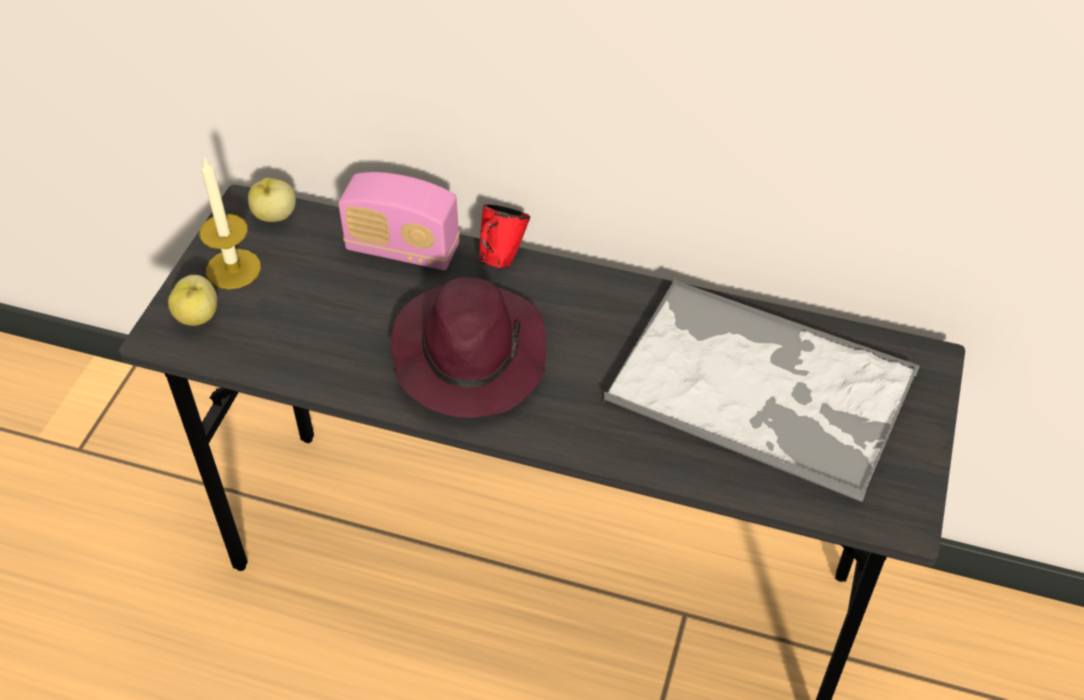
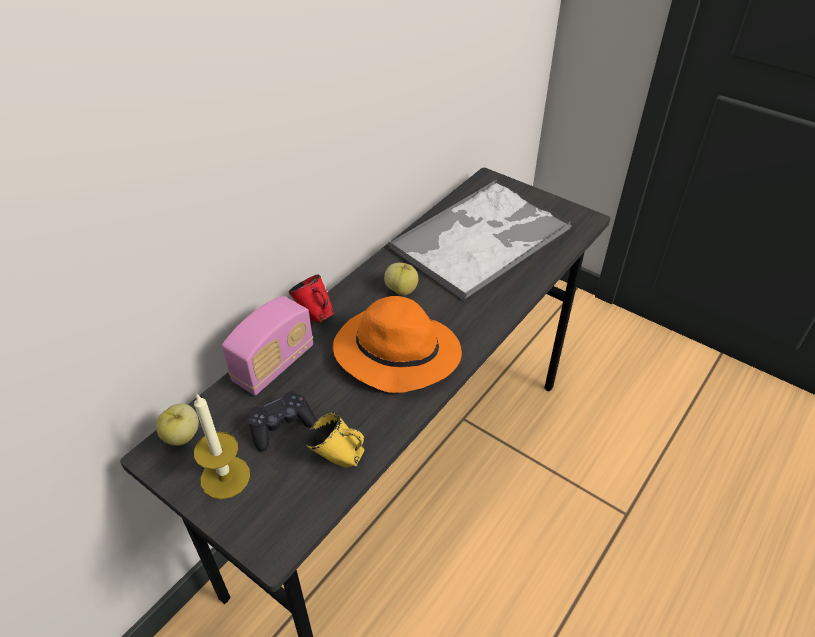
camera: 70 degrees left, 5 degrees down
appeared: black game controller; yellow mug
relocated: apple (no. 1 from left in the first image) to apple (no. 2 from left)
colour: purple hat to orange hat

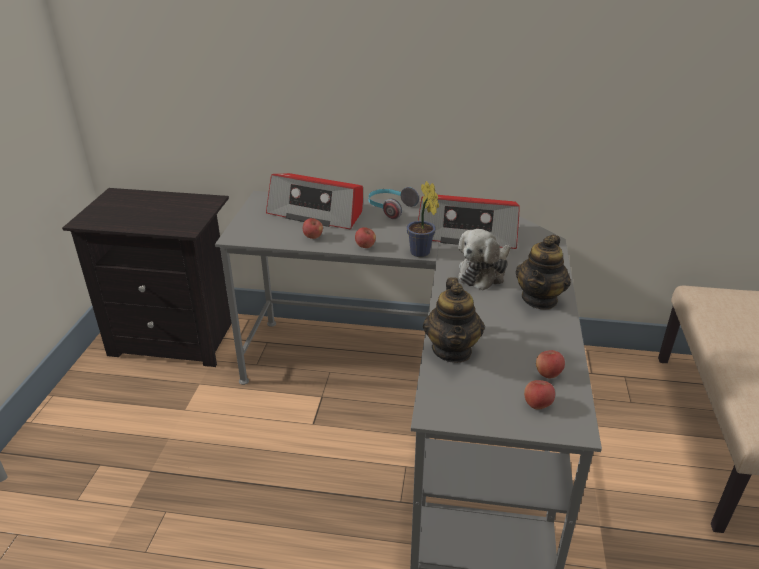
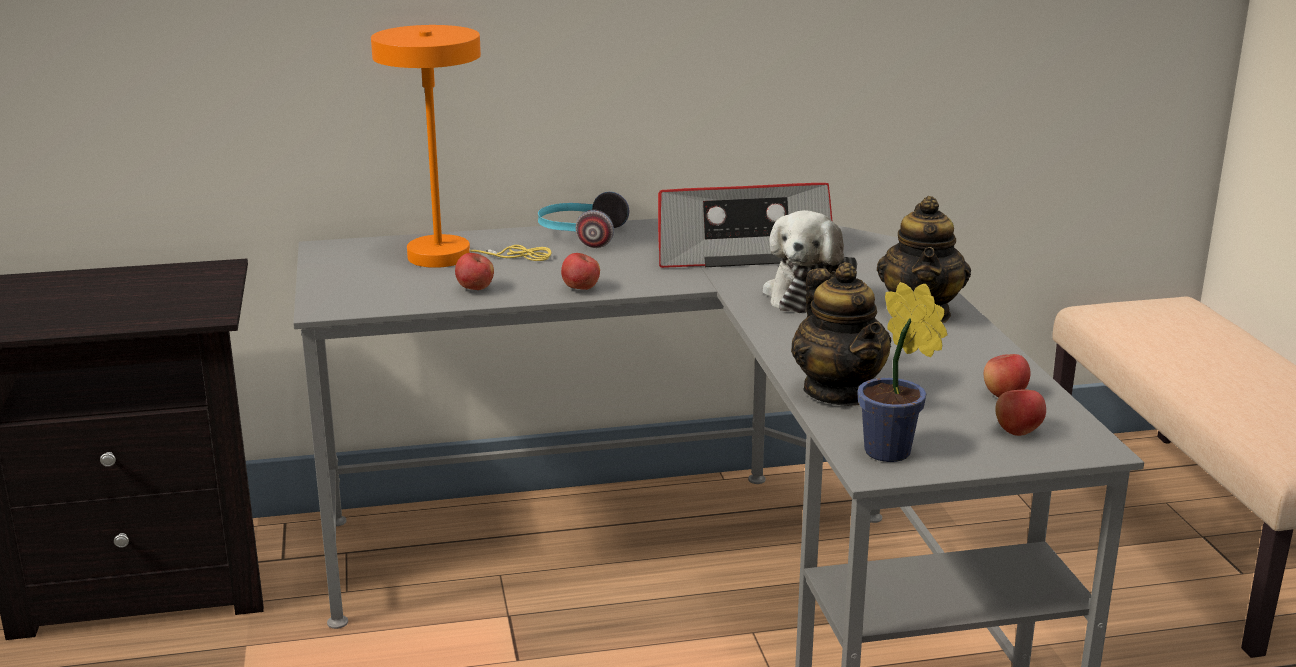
camera: 20 degrees left, 10 degrees down
relocated: potted plant
exchanged: radio (no. 1 from left) to orange table lamp

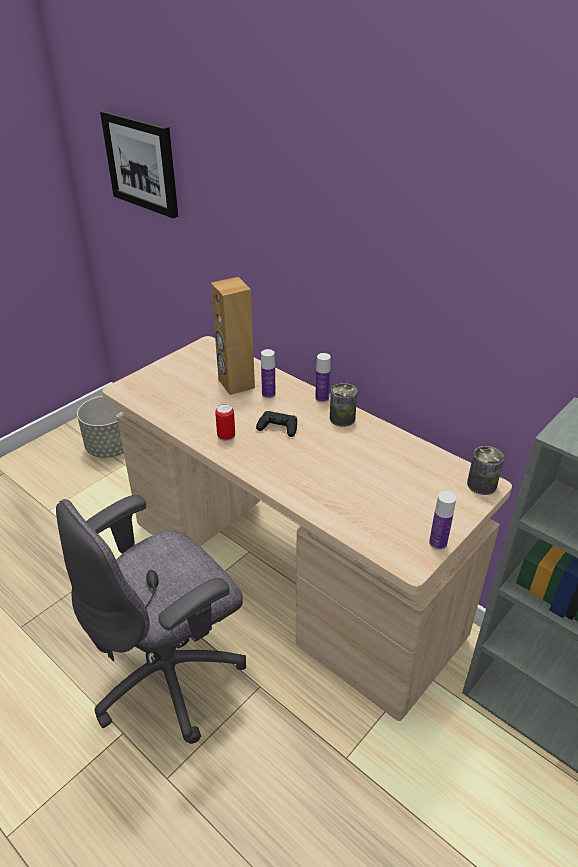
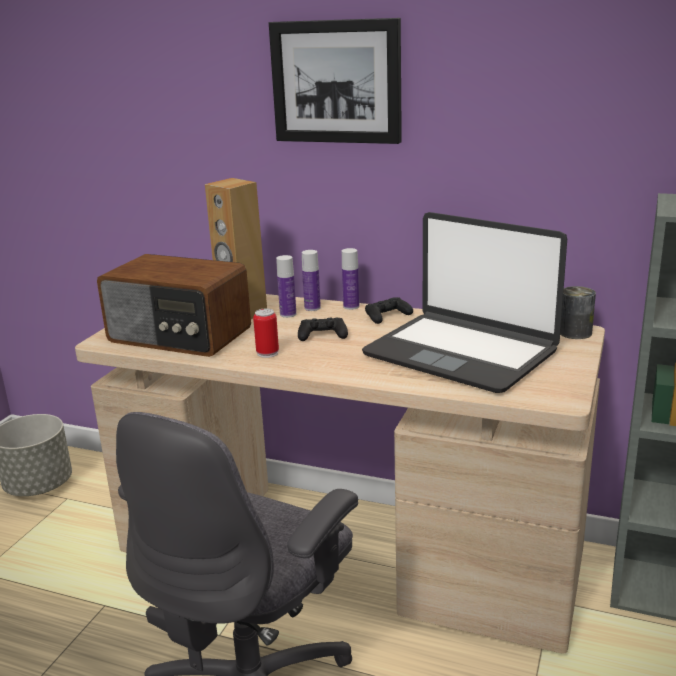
camera: 20 degrees left, 15 degrees down
appeared: radio; laptop
relocated: picture; bottle (no. 3 from left in the first image) to bottle (no. 2 from left)
exchanged: can (no. 2 from left) to black game controller (no. 2 from left)

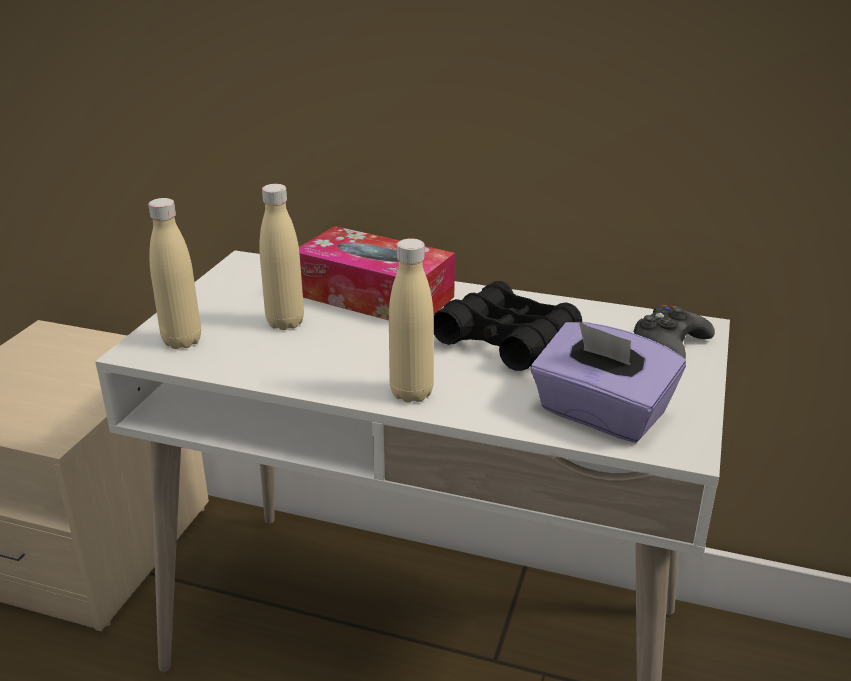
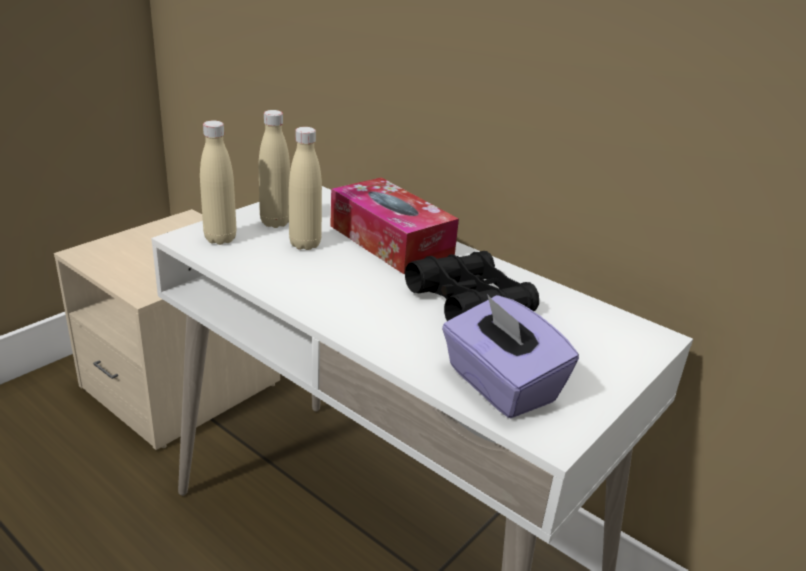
camera: 20 degrees right, 0 degrees up
missing: black game controller
relocated: beige bottle (no. 3 from left in the first image) to beige bottle (no. 2 from left)

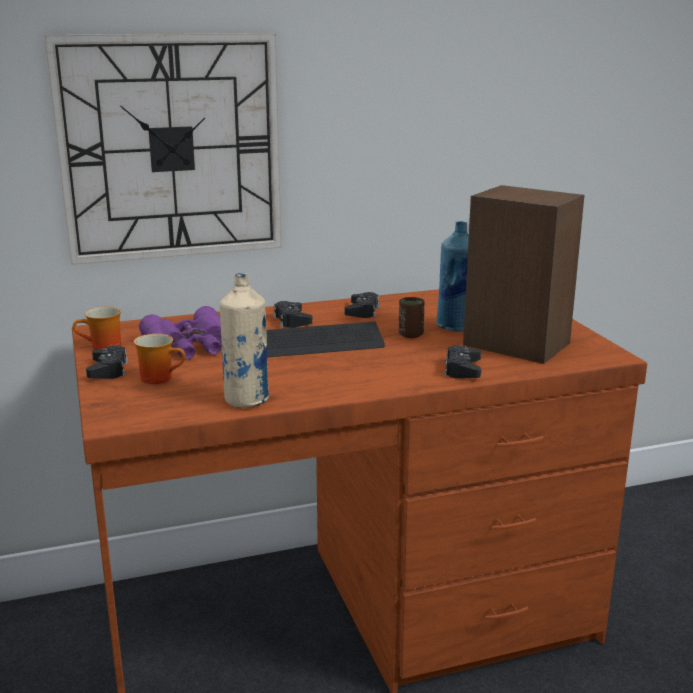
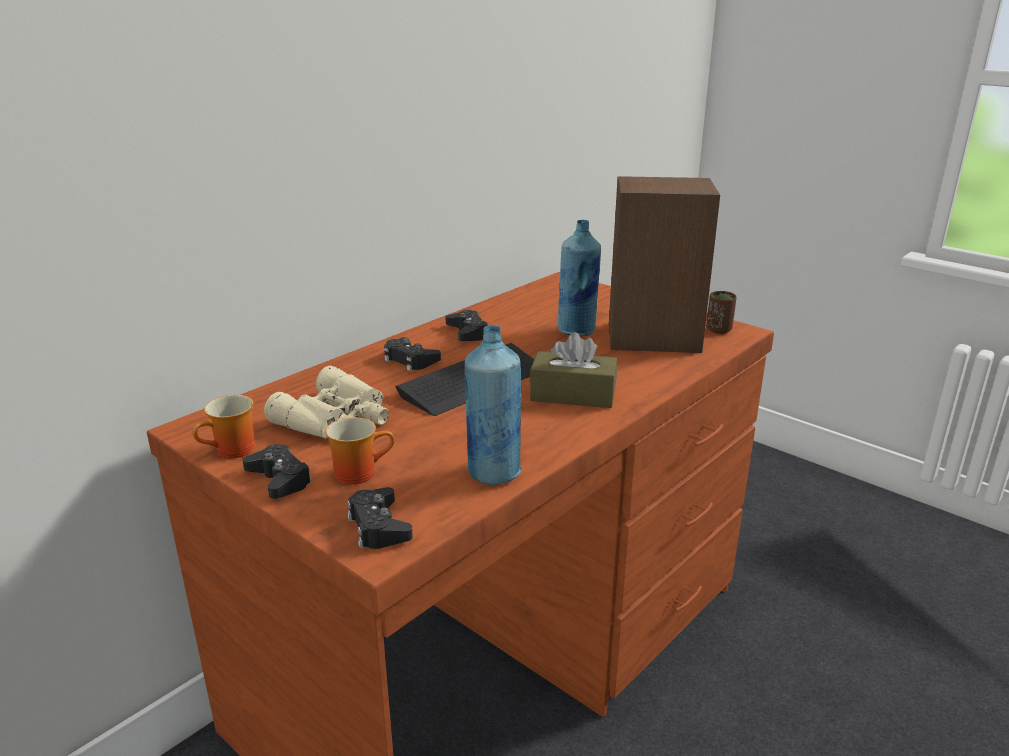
camera: 30 degrees left, 5 degrees up
missing: wall clock
appeared: brown tissue box
relocated: brown cup; black game controller (no. 4 from left in the first image) to black game controller (no. 2 from left)
colour: purple binoculars to beige binoculars; beige bottle to blue bottle (no. 1 from left)

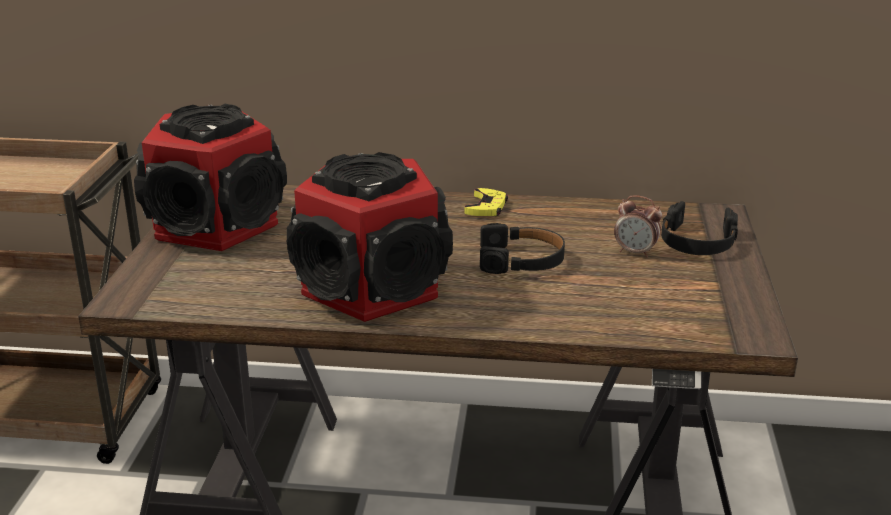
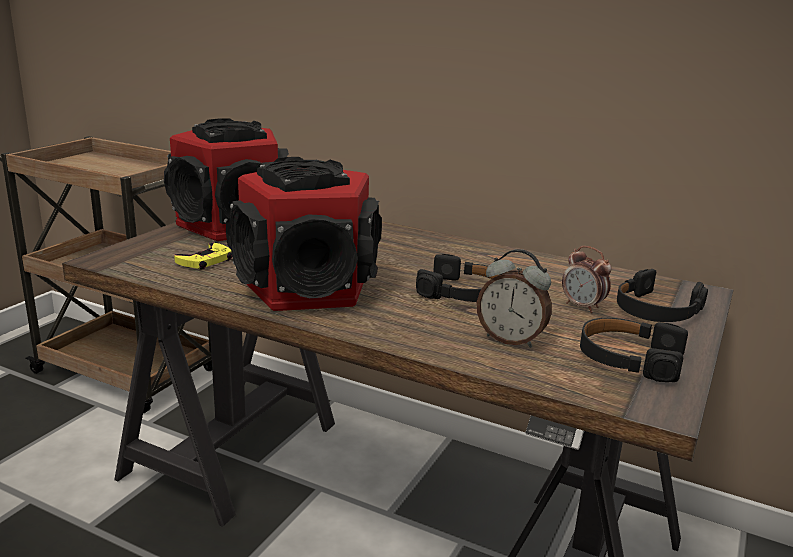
camera: 20 degrees right, 5 degrees down
appeared: alarm clock (no. 1 from left); black headphones (no. 2 from left)
relocated: yellow game controller

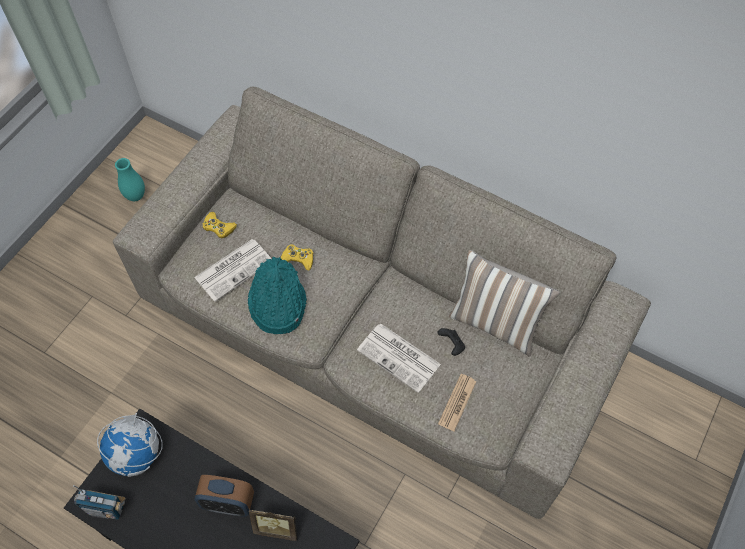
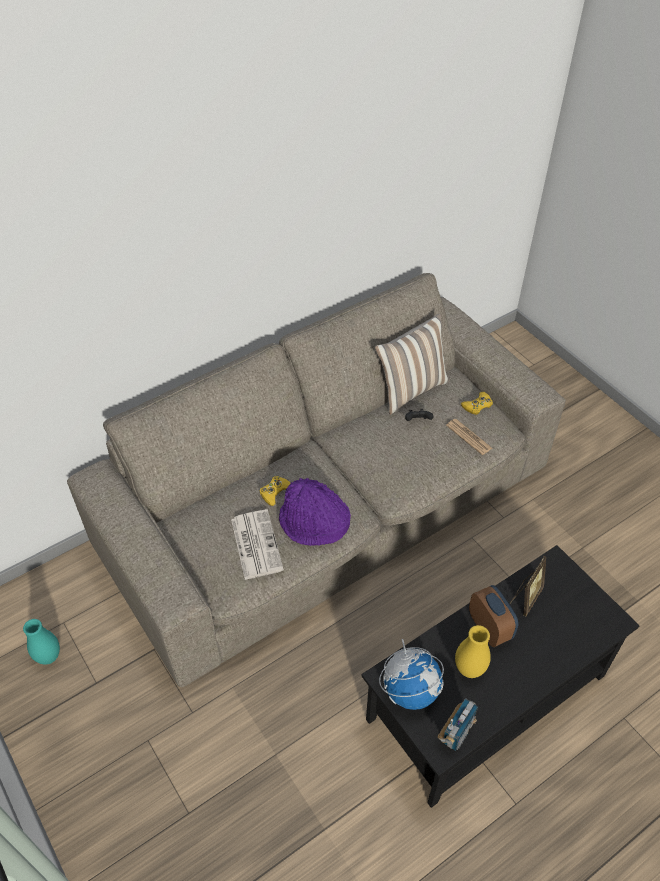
camera: 65 degrees left, 10 degrees down
missing: newspaper (no. 2 from left)
appeared: yellow vase
relocated: yellow game controller (no. 1 from left in the first image) to yellow game controller (no. 2 from left)
colour: turquoise hat to purple hat
spun: alarm clock 60 degrees counterclockwise

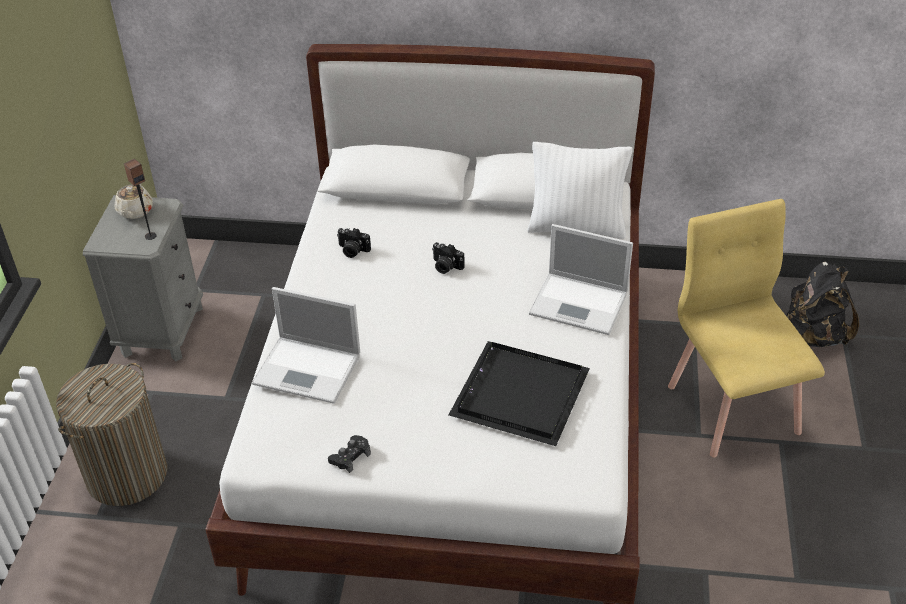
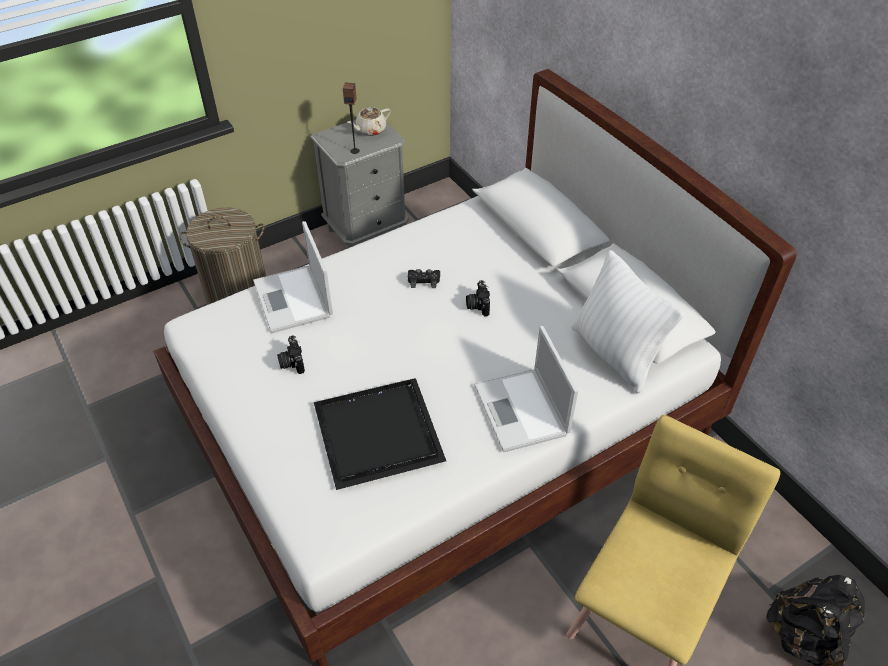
camera: 50 degrees right, 5 degrees up
relocated: black game controller; photo camera (no. 1 from left)

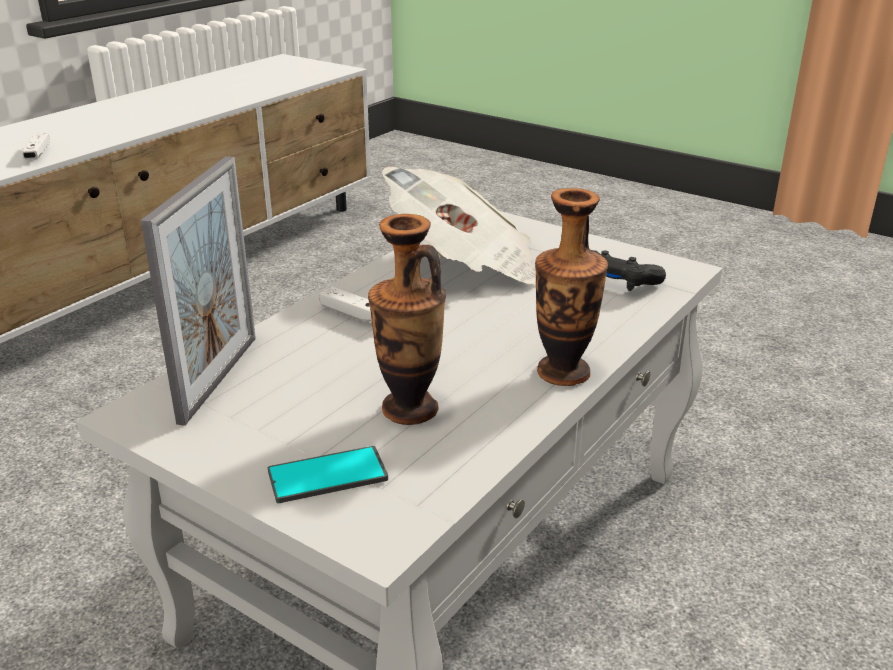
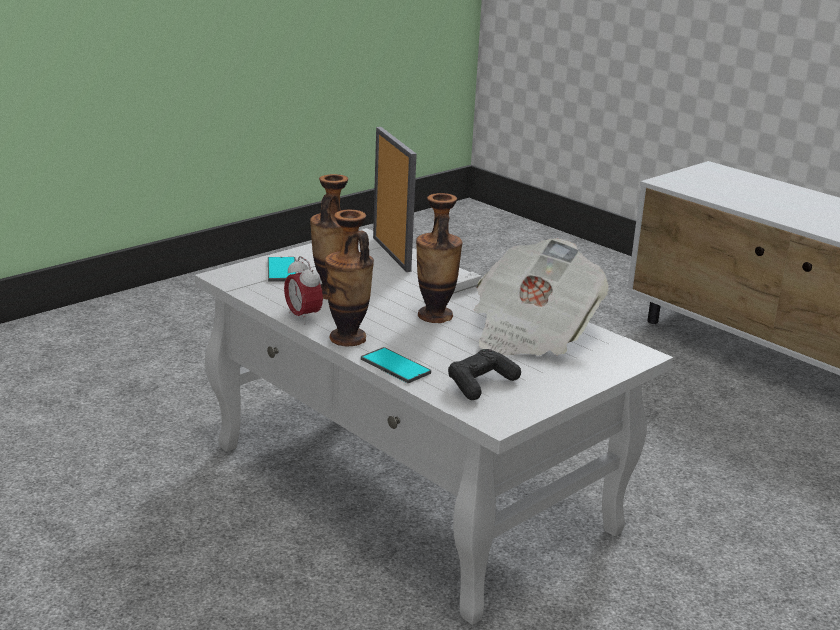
camera: 100 degrees right, 5 degrees down
missing: white game controller (no. 1 from left)
appeared: alarm clock; phone (no. 2 from left); vase (no. 3 from left)
spun: picture frame 135 degrees counterclockwise

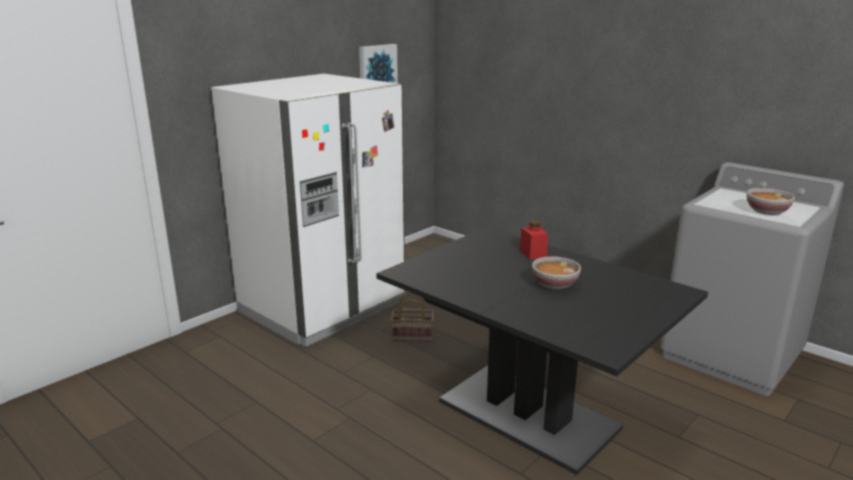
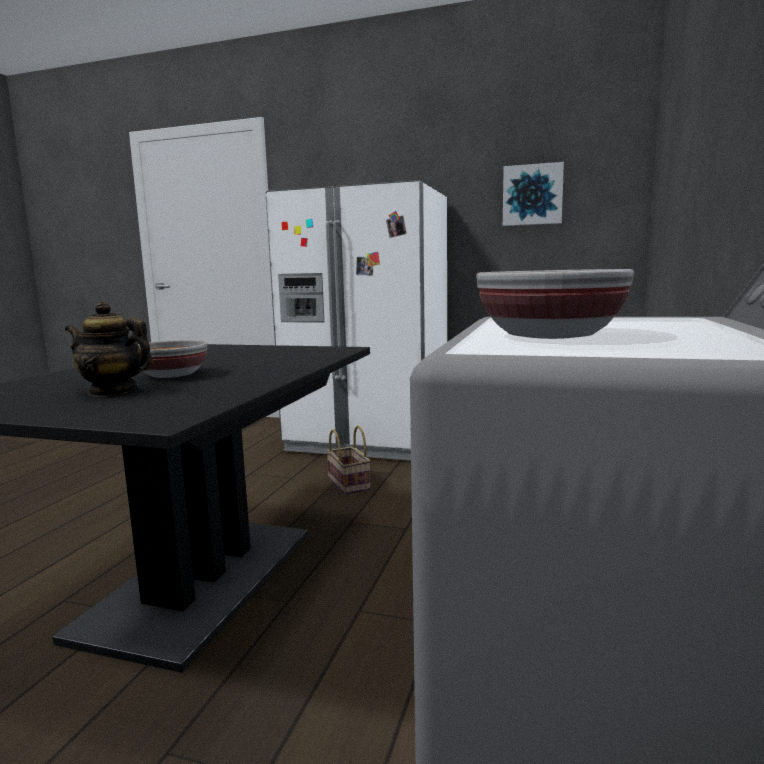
camera: 65 degrees right, 10 degrees down
missing: red jar
appeared: teapot

